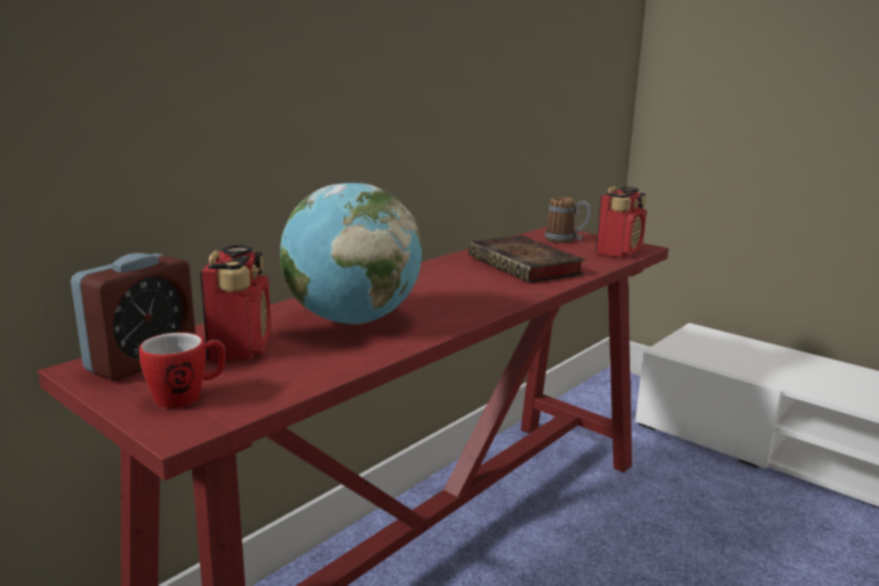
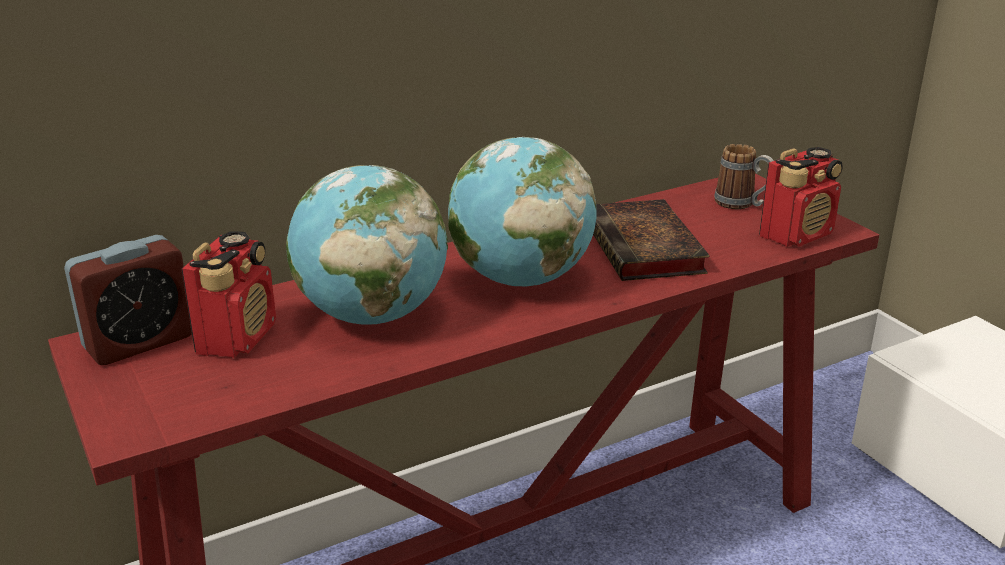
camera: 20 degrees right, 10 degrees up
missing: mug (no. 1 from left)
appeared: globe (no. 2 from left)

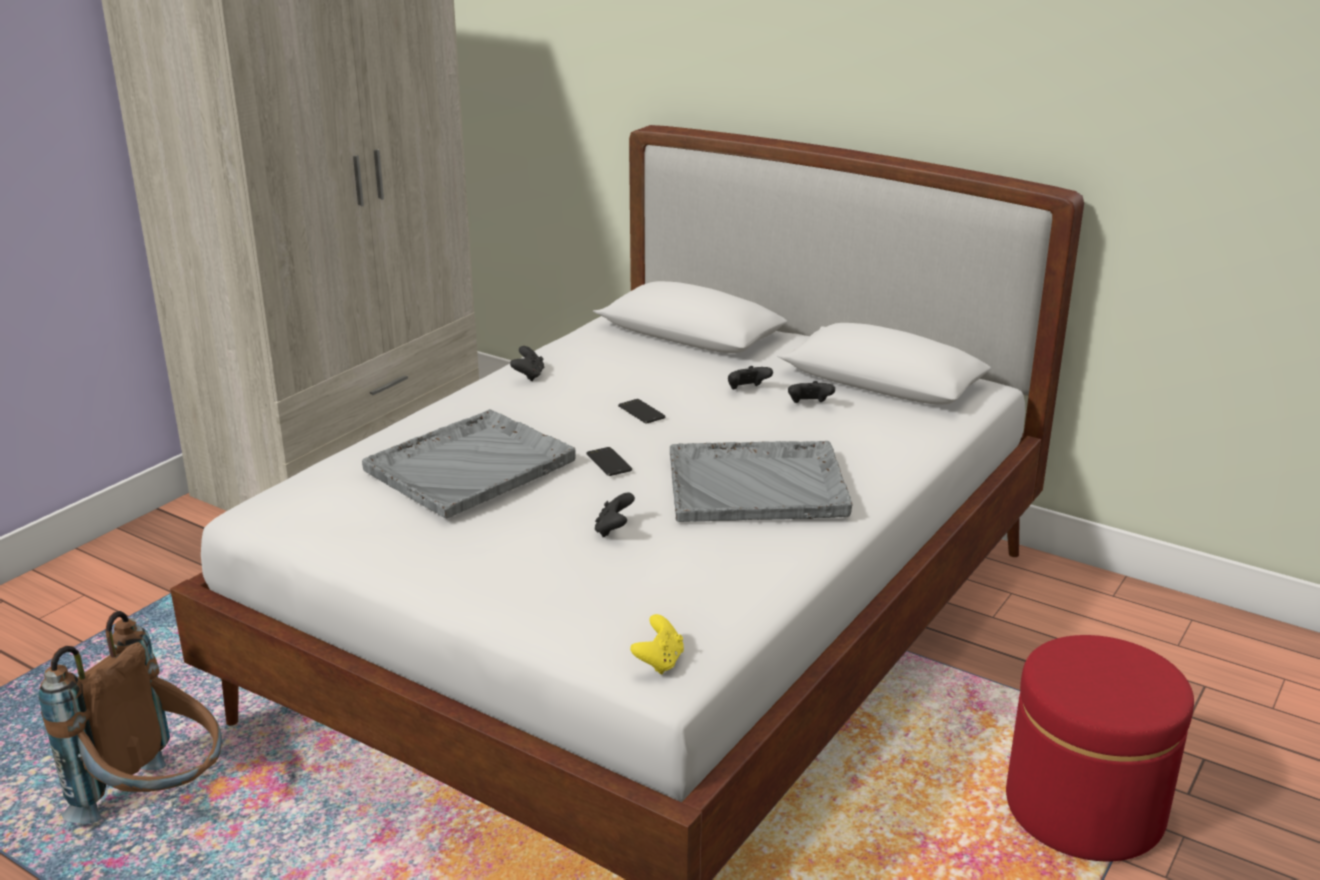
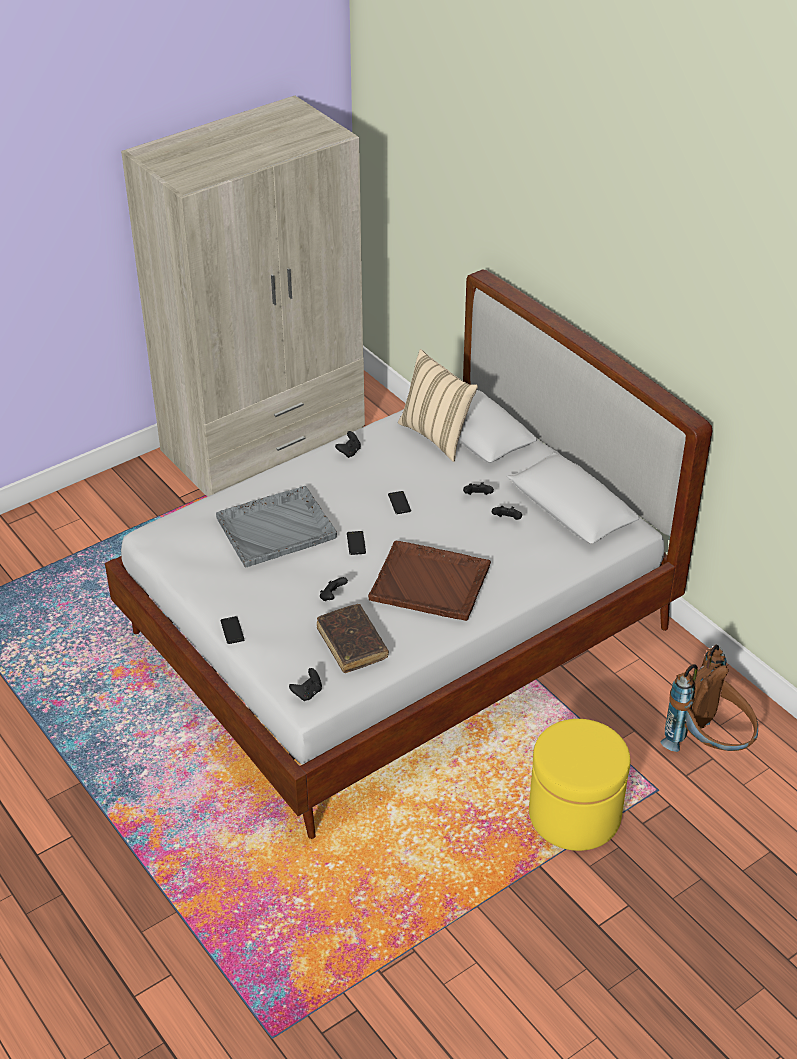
camera: 20 degrees right, 15 degrees up
appeared: phone (no. 1 from left); brown book; beige pillow
relocated: brown backpack
colour: yellow game controller to black game controller (no. 1 from left); grey tray (no. 2 from left) to brown tray; red ottoman to yellow ottoman

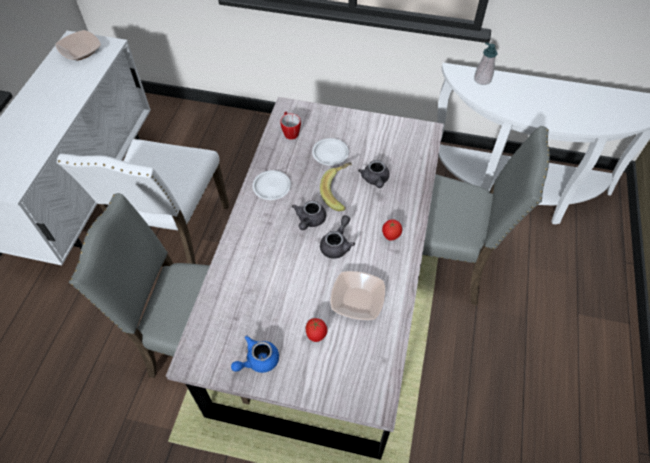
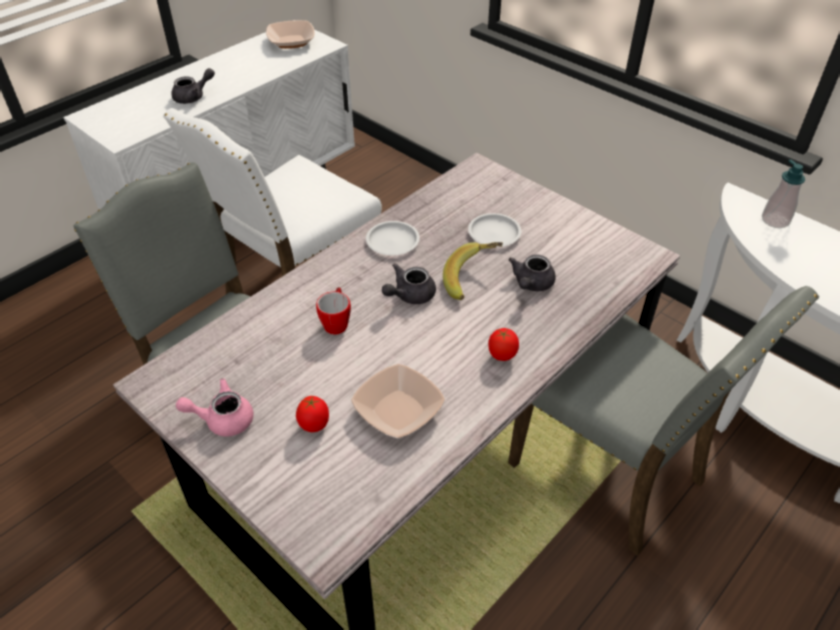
camera: 30 degrees right, 10 degrees down
relocated: mug; grey teapot (no. 2 from left in the first image) to grey teapot (no. 1 from left)
colour: blue teapot to pink teapot

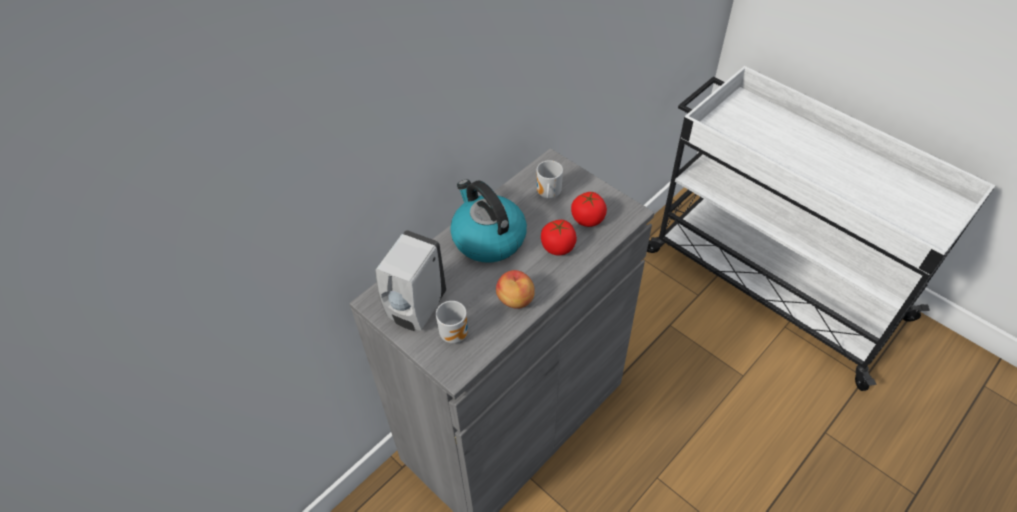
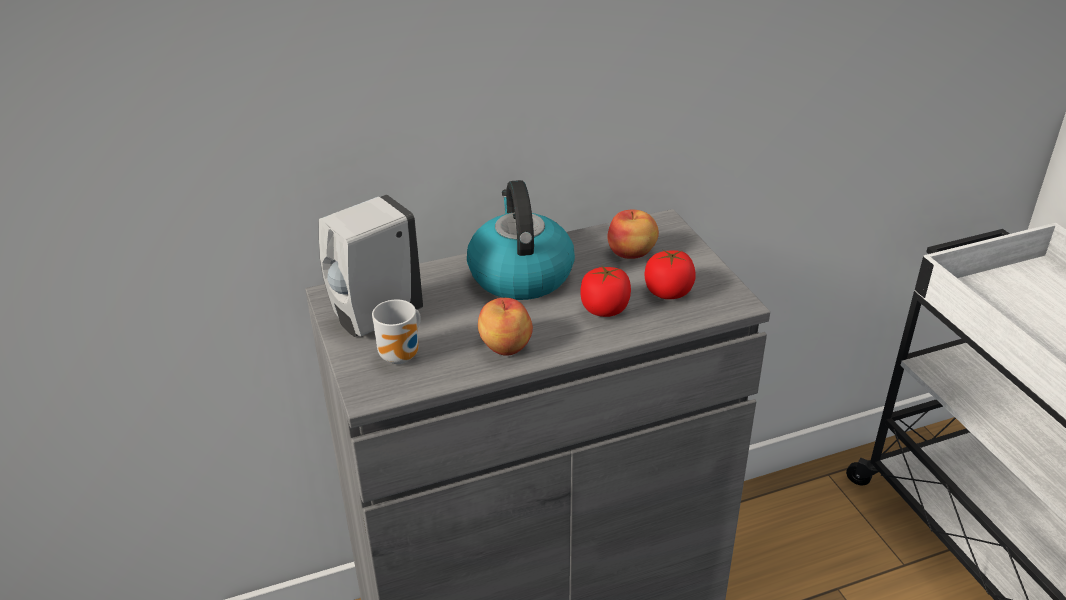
camera: 25 degrees right, 15 degrees down
exchanged: mug (no. 2 from left) to apple (no. 2 from left)

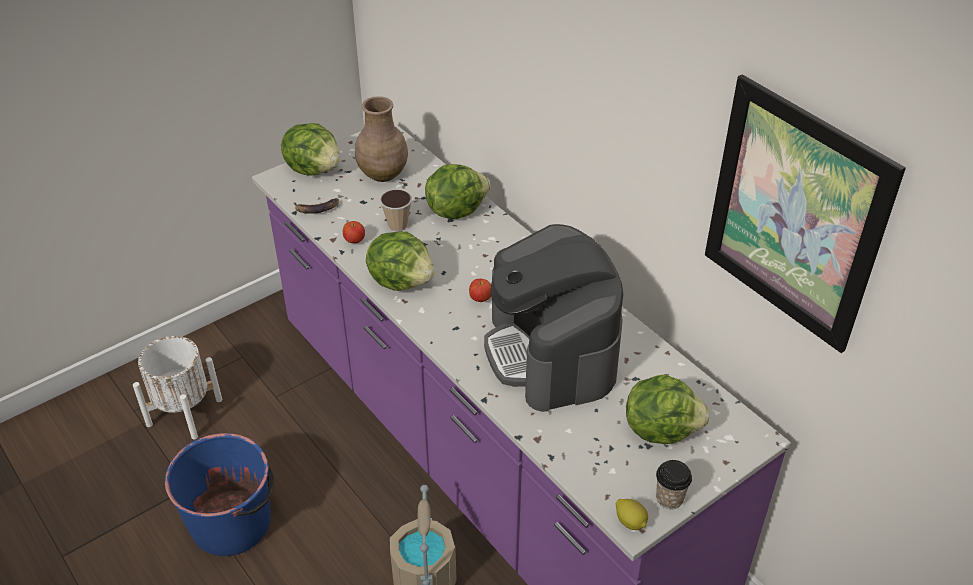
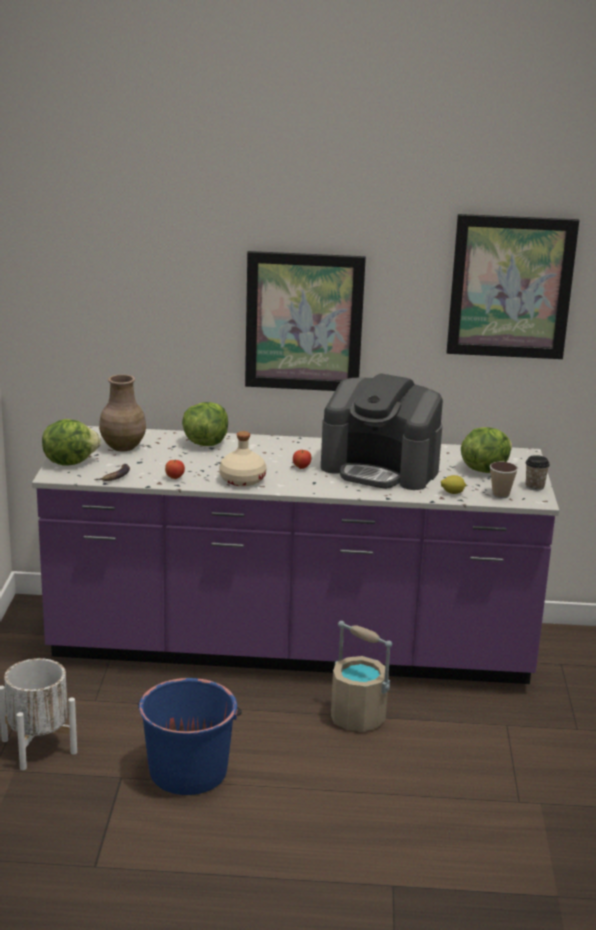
camera: 50 degrees left, 20 degrees down
appeared: picture (no. 1 from left)
relocated: cup (no. 1 from left); lemon
exchanged: lettuce (no. 2 from left) to beige bottle

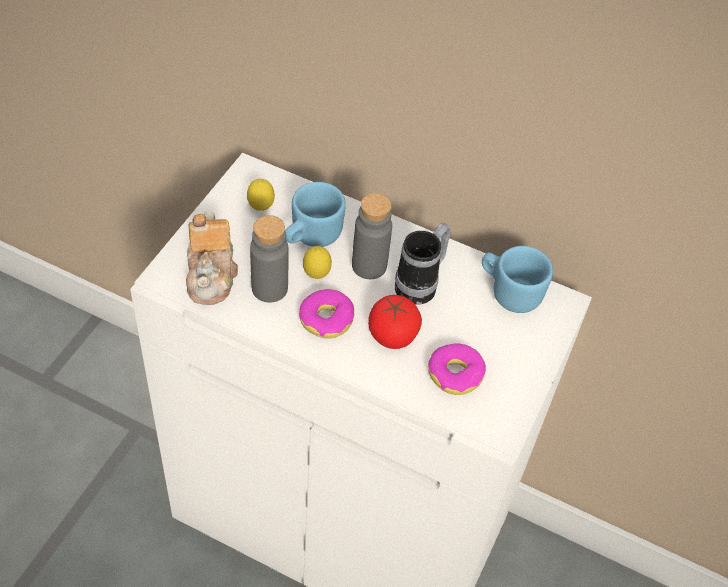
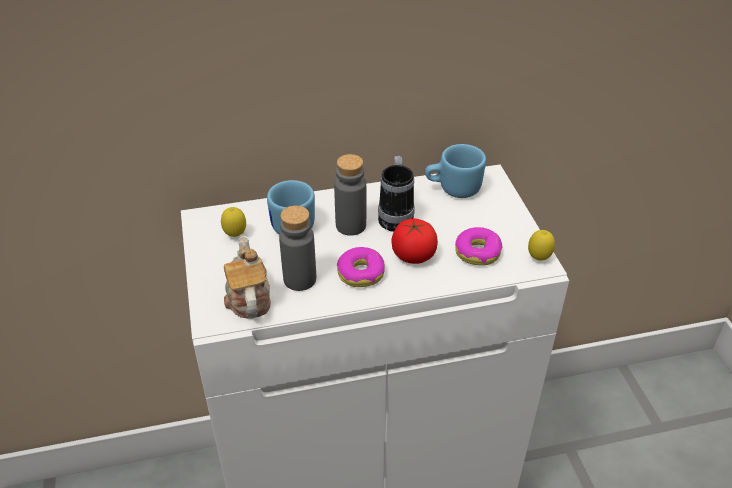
camera: 35 degrees left, 10 degrees down
relocated: lemon (no. 2 from left)
spun: teapot 150 degrees counterclockwise

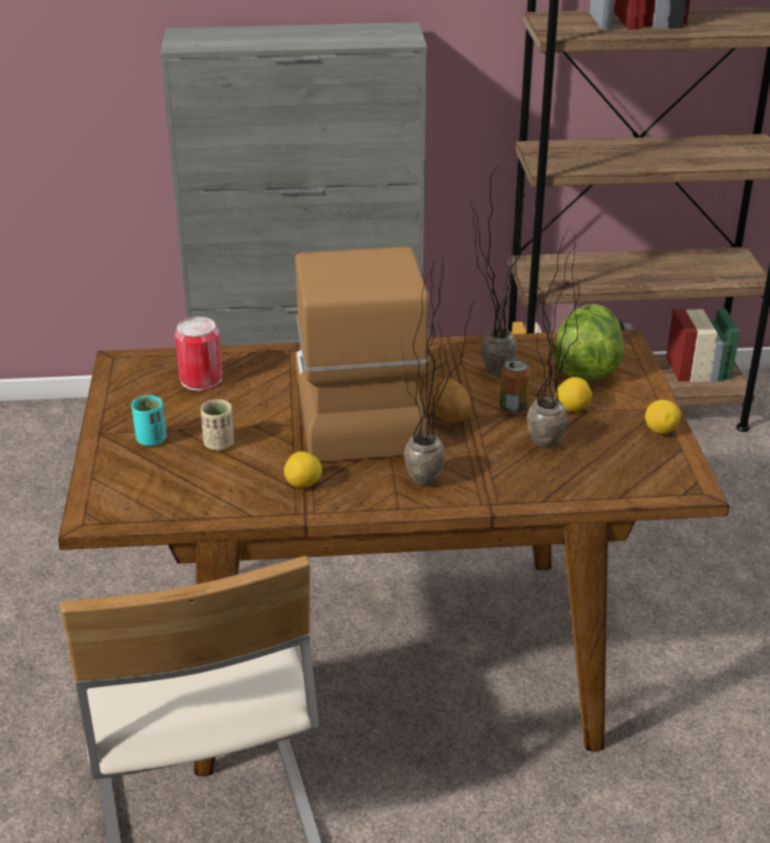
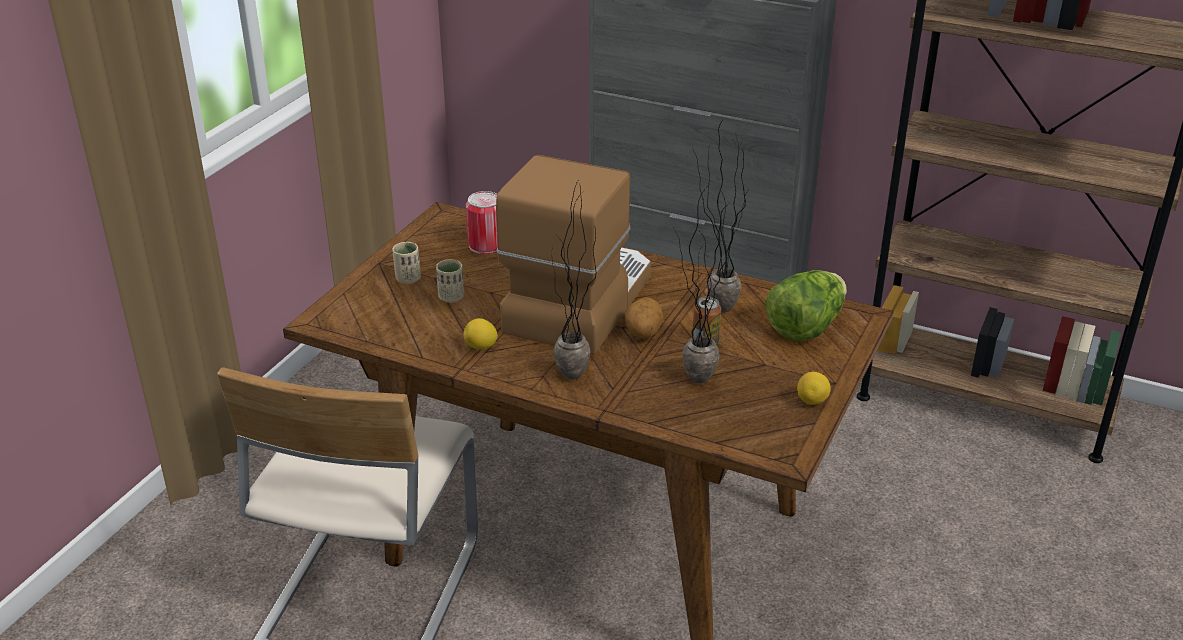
camera: 30 degrees right, 0 degrees up
missing: lemon (no. 2 from left)
colour: turquoise cup to beige cup (no. 1 from left)

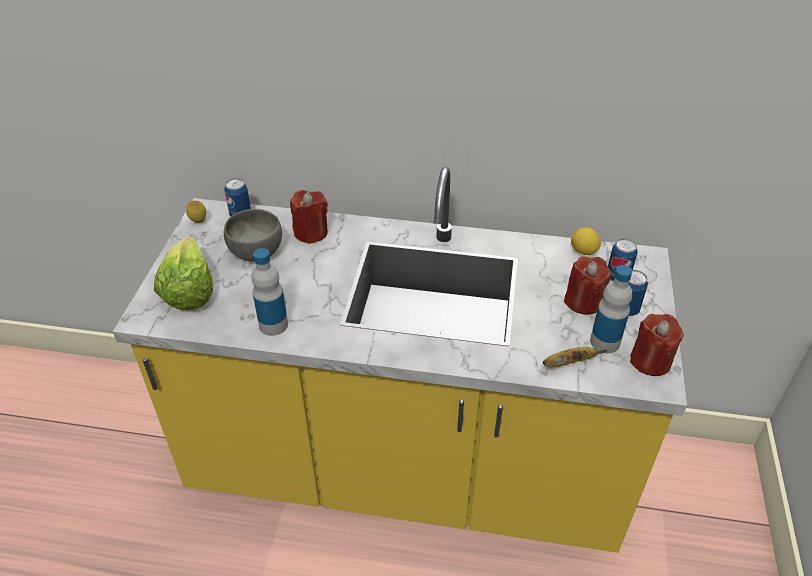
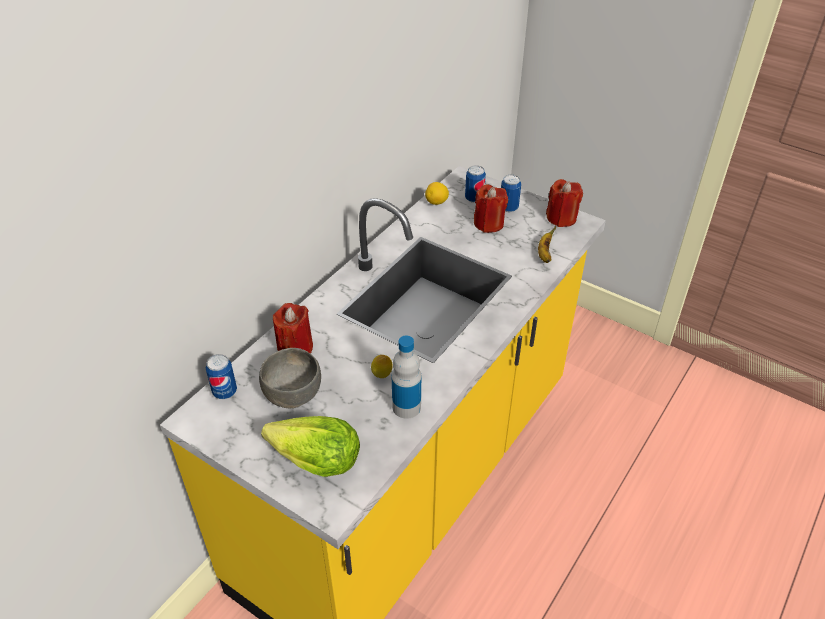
camera: 65 degrees left, 0 degrees up
missing: bottle (no. 2 from left)
relocated: lemon (no. 1 from left)

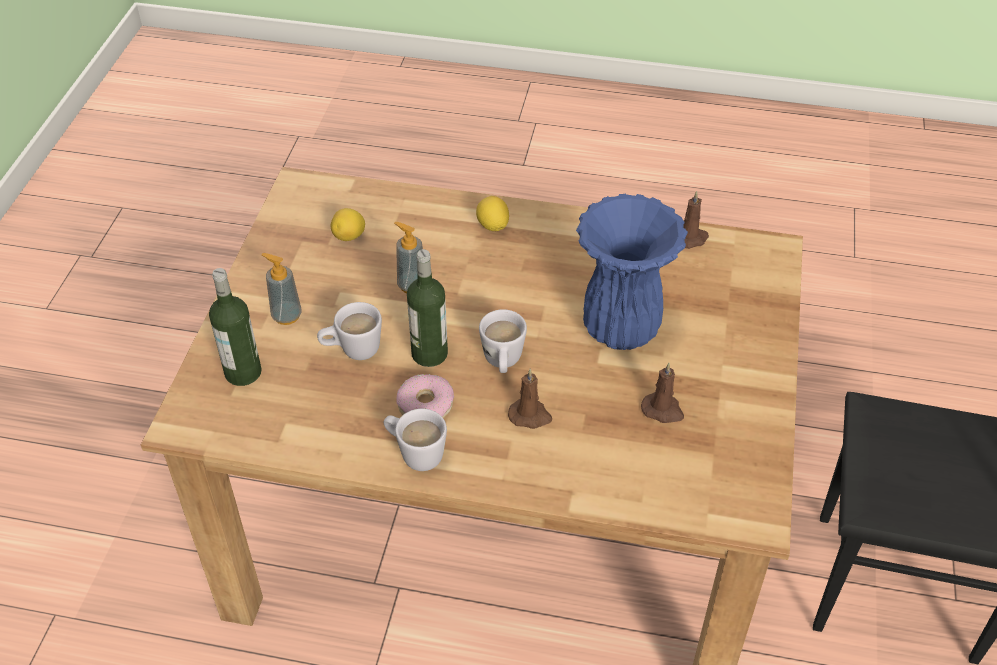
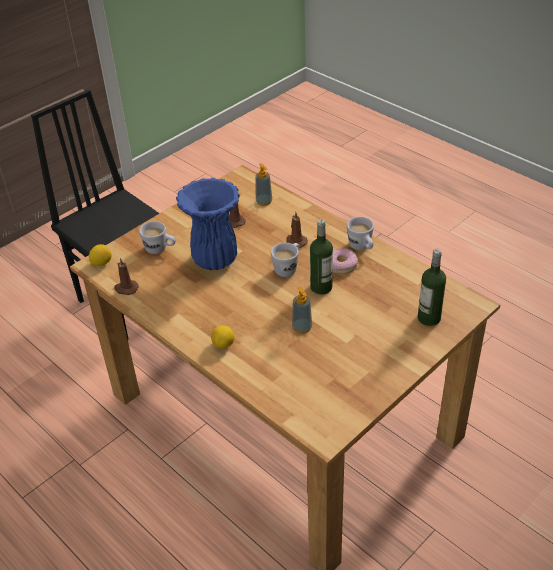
camera: 145 degrees left, 5 degrees down
relocated: soap dispenser (no. 1 from left); white mug (no. 1 from left); lemon (no. 1 from left)

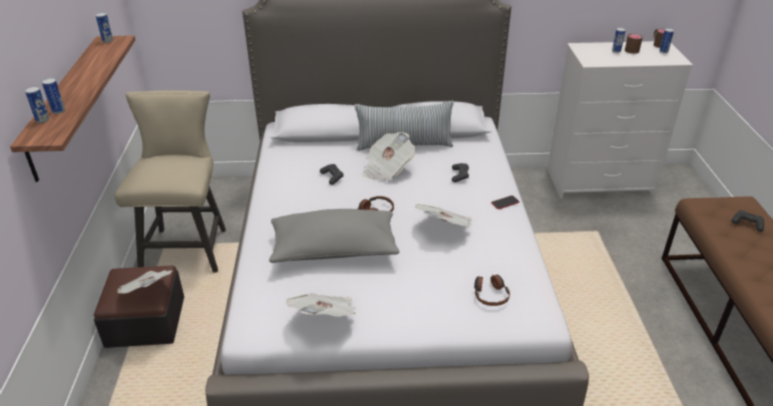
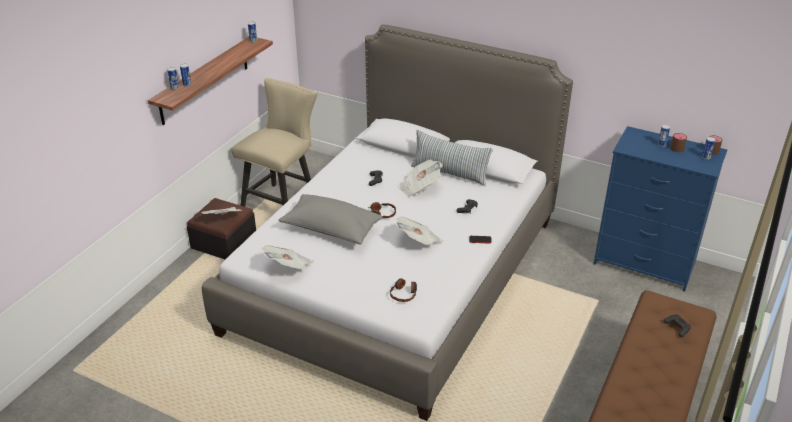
camera: 30 degrees right, 0 degrees up
colour: white dresser to blue dresser

